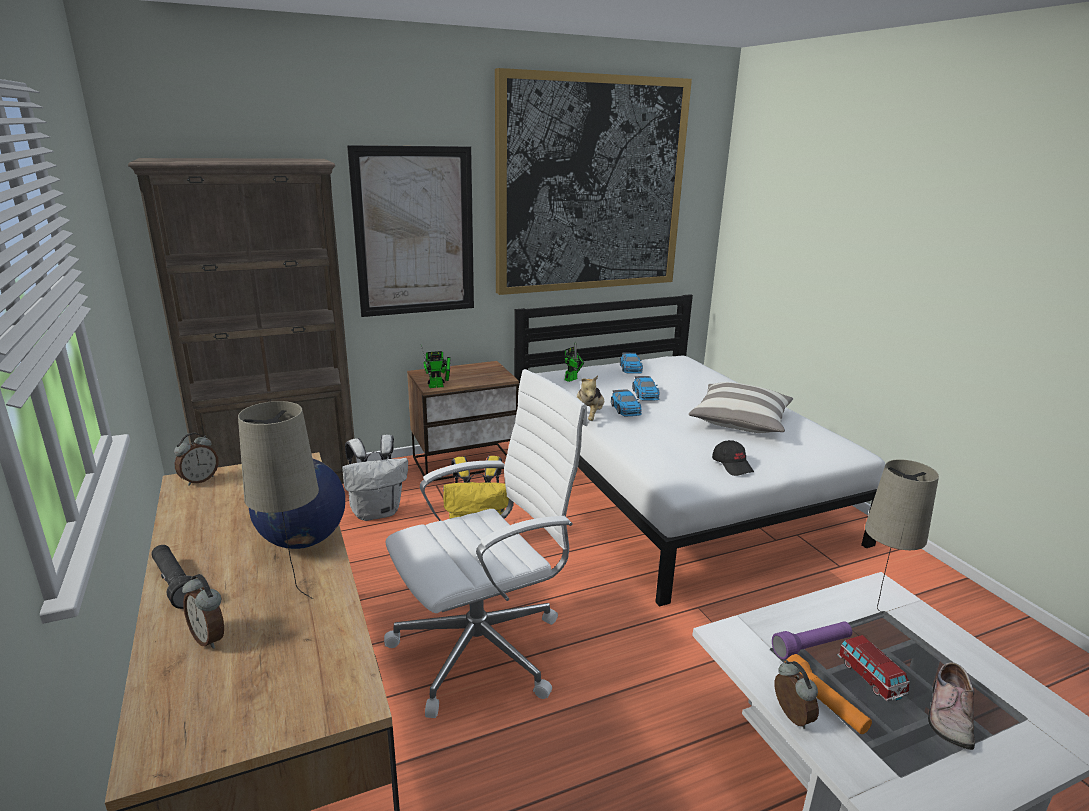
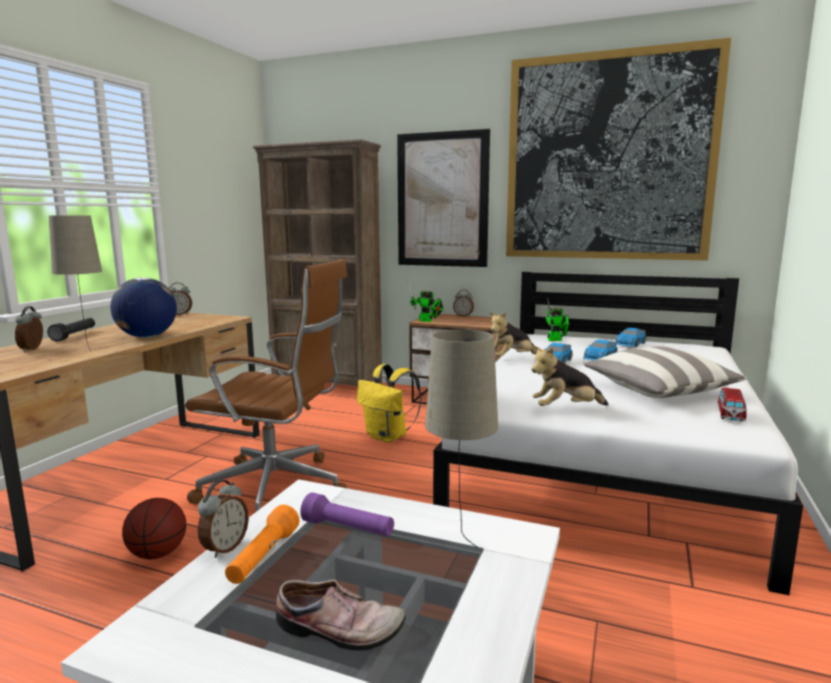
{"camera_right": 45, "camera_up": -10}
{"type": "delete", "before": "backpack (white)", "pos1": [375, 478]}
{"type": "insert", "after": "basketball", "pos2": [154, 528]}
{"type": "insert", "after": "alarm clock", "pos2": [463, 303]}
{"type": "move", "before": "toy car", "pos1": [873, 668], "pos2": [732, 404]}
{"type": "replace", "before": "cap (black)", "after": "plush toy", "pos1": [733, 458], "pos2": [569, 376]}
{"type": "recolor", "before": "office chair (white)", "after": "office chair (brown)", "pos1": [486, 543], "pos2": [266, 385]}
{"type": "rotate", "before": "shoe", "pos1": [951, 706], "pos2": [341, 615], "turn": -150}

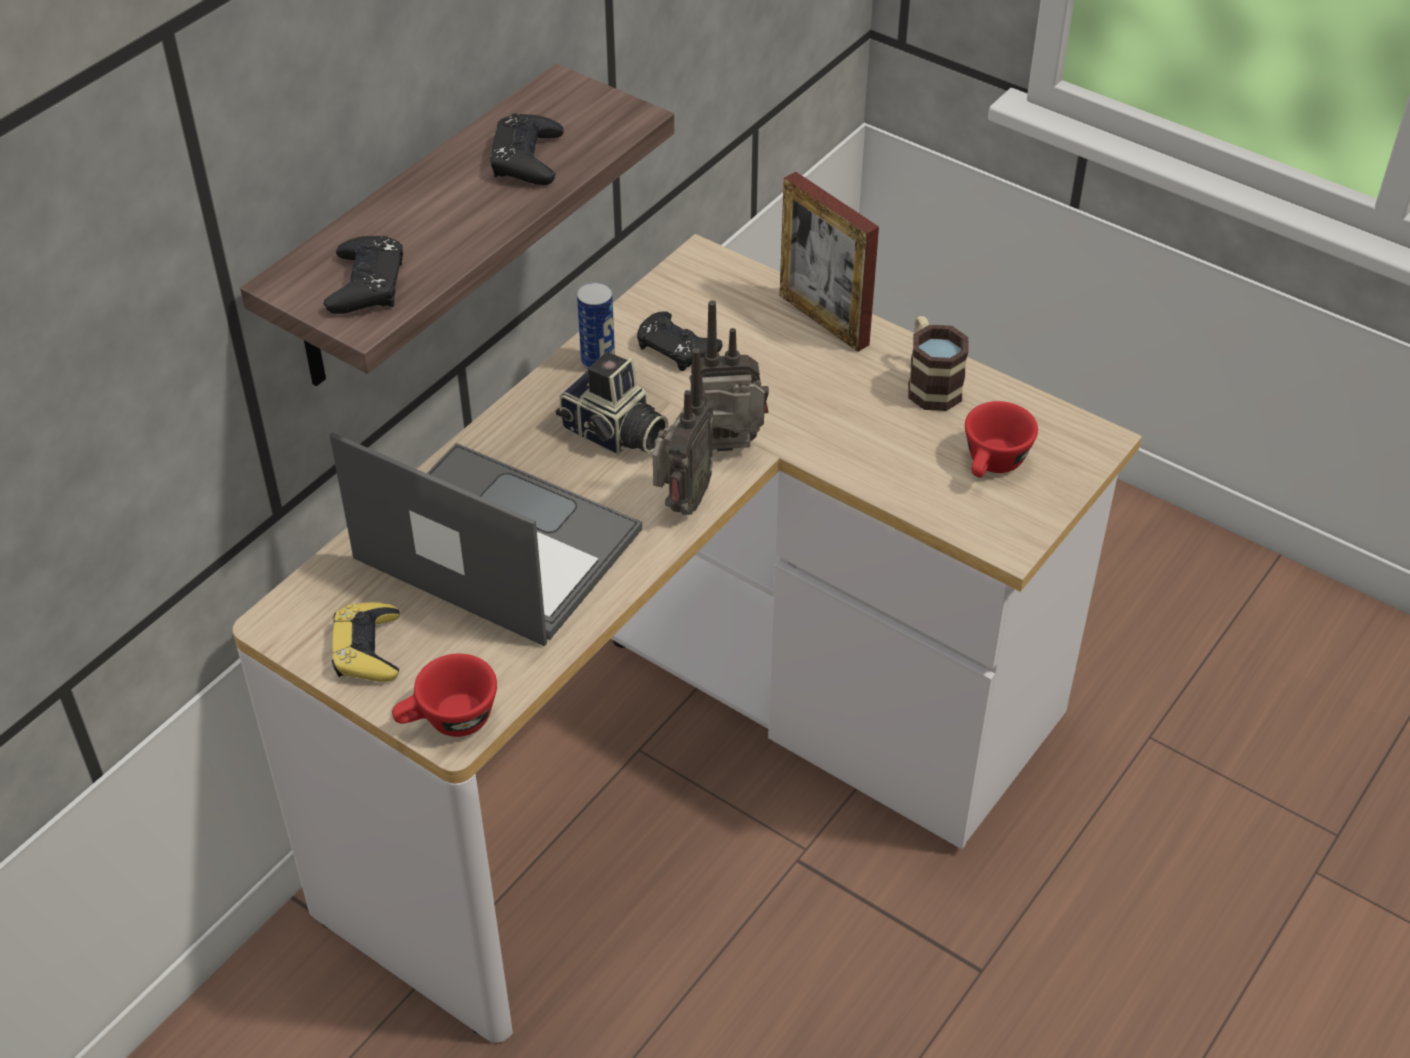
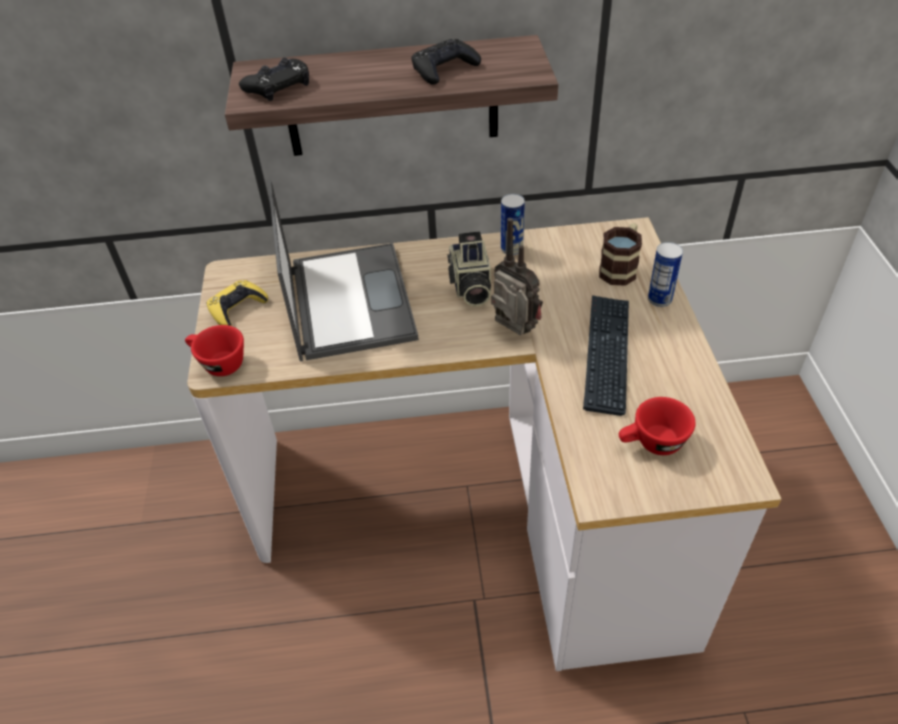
{"camera_right": 50, "camera_up": 0}
{"type": "delete", "before": "game controller (black)", "pos1": [680, 341]}
{"type": "delete", "before": "radio", "pos1": [683, 431]}
{"type": "insert", "after": "keyboard", "pos2": [606, 355]}
{"type": "move", "before": "mug", "pos1": [938, 363], "pos2": [620, 254]}
{"type": "replace", "before": "picture frame", "after": "can", "pos1": [829, 262], "pos2": [665, 274]}

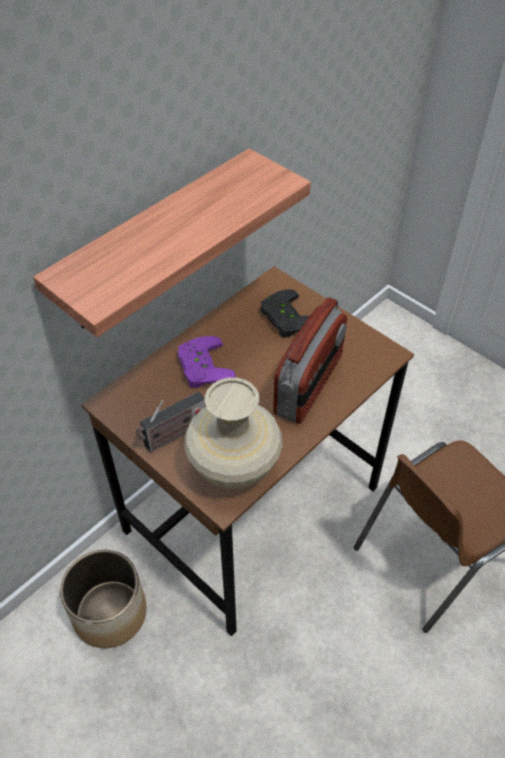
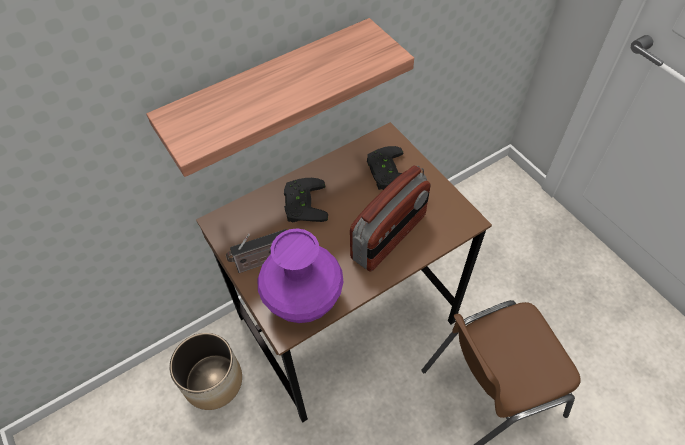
{"camera_right": 15, "camera_up": 5}
{"type": "recolor", "before": "game controller (purple)", "after": "game controller (black)", "pos1": [207, 362], "pos2": [306, 200]}
{"type": "recolor", "before": "vase (beige)", "after": "vase (purple)", "pos1": [233, 433], "pos2": [301, 275]}

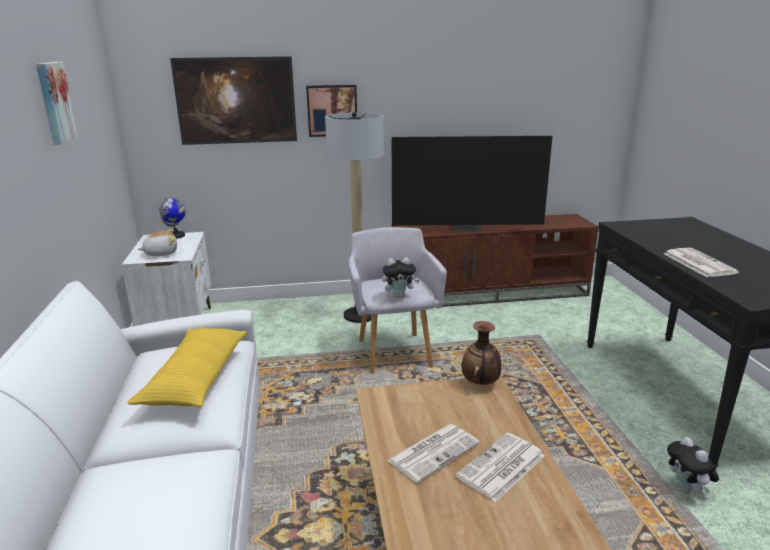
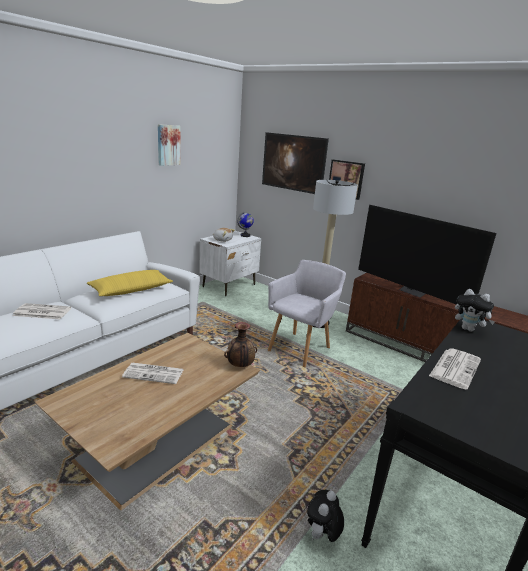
{"camera_right": 45, "camera_up": 0}
{"type": "move", "before": "plush toy", "pos1": [400, 277], "pos2": [475, 310]}
{"type": "move", "before": "newspaper", "pos1": [500, 467], "pos2": [42, 311]}

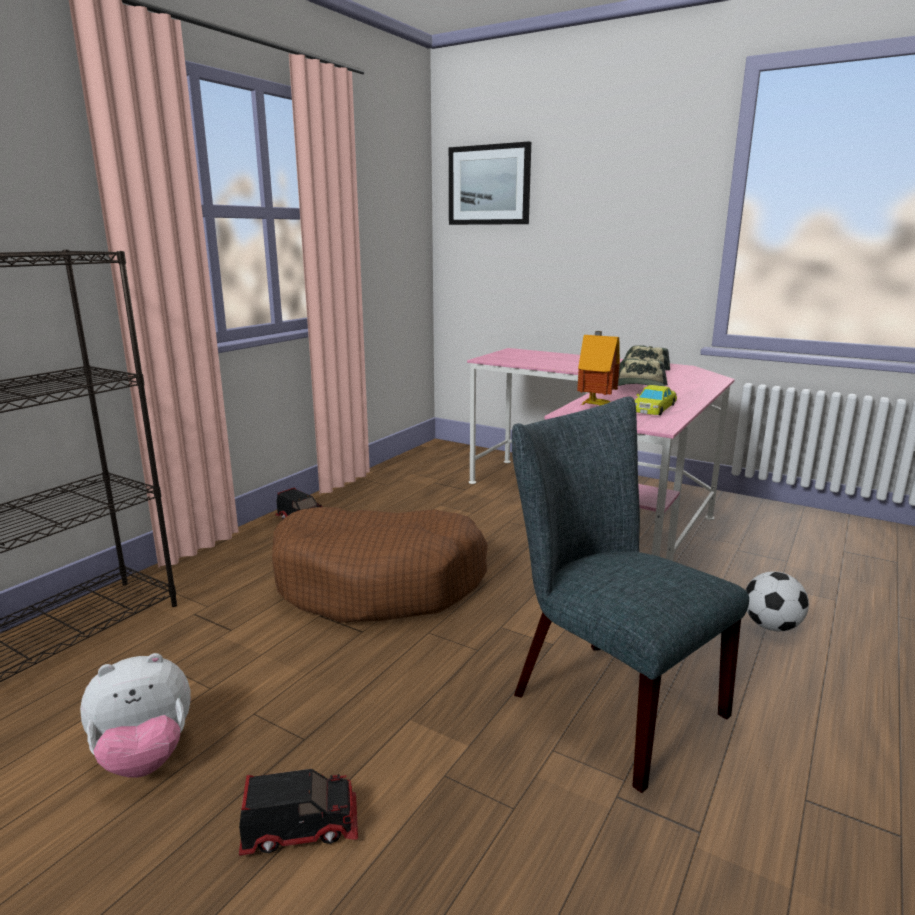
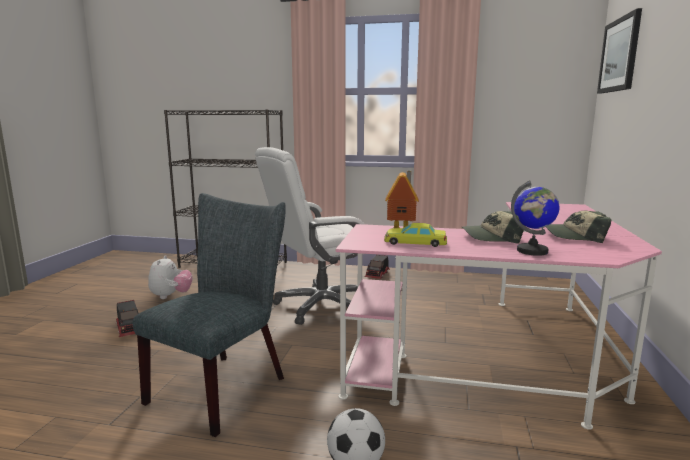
{"camera_right": 70, "camera_up": -5}
{"type": "insert", "after": "globe", "pos2": [535, 218]}
{"type": "replace", "before": "dog bed (brown)", "after": "office chair (white)", "pos1": [380, 565], "pos2": [310, 236]}
{"type": "rotate", "before": "plush toy", "pos1": [135, 715], "pos2": [170, 277], "turn": -135}

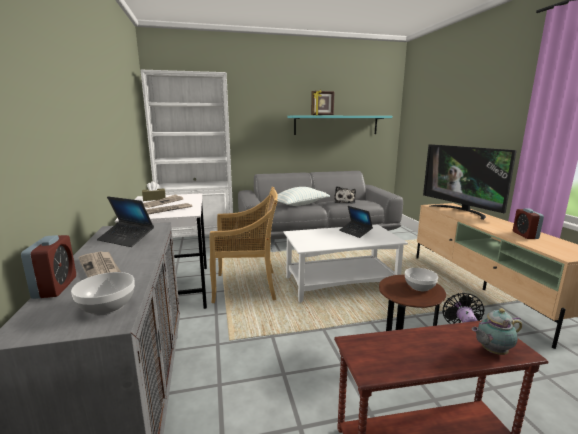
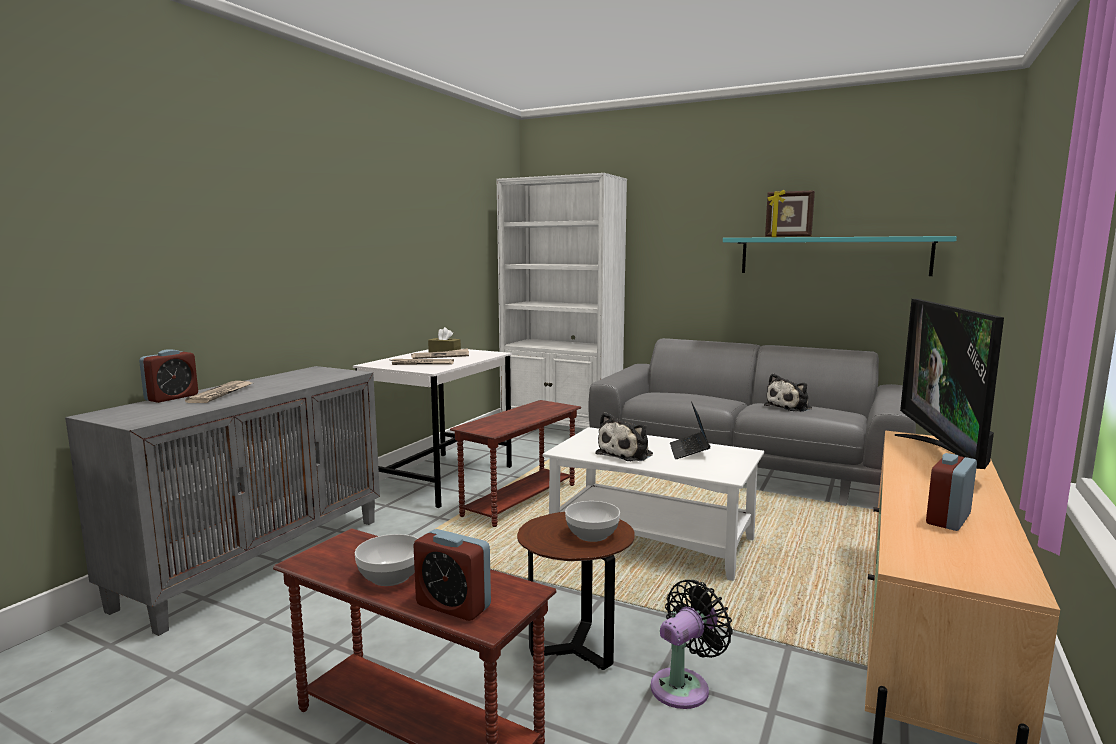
{"camera_right": 40, "camera_up": -5}
{"type": "delete", "before": "laptop", "pos1": [125, 221]}
{"type": "delete", "before": "pillow", "pos1": [303, 196]}
{"type": "insert", "after": "plush toy", "pos2": [624, 436]}
{"type": "move", "before": "bowl", "pos1": [103, 293], "pos2": [386, 560]}
{"type": "replace", "before": "chair (beige)", "after": "side table (brown)", "pos1": [244, 245], "pos2": [515, 463]}
{"type": "replace", "before": "teapot", "after": "alarm clock", "pos1": [497, 331], "pos2": [452, 575]}

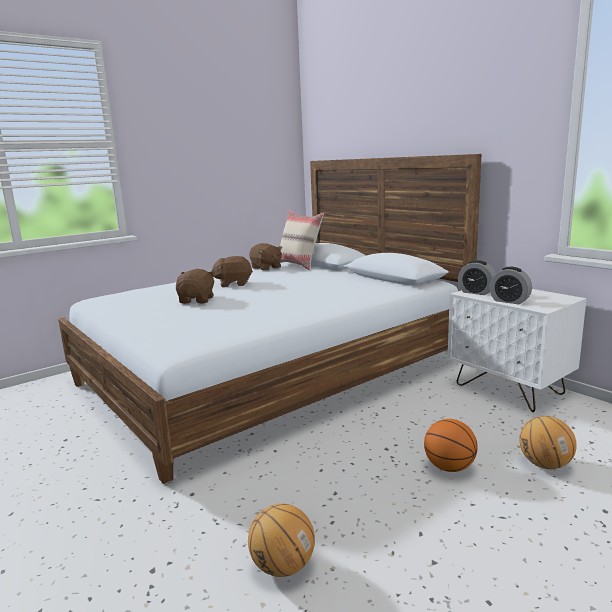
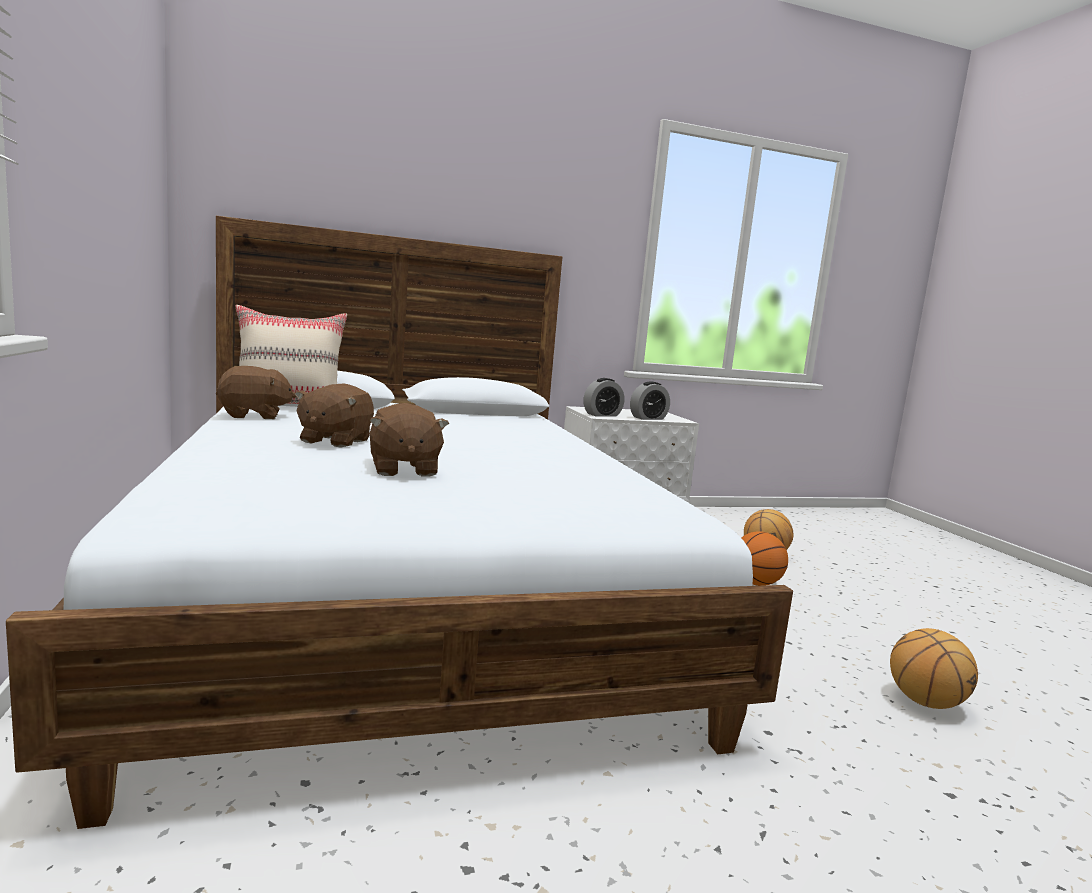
{"camera_right": -70, "camera_up": -5}
{"type": "rotate", "before": "plush toy (brown)", "pos1": [195, 286], "pos2": [409, 440], "turn": -135}

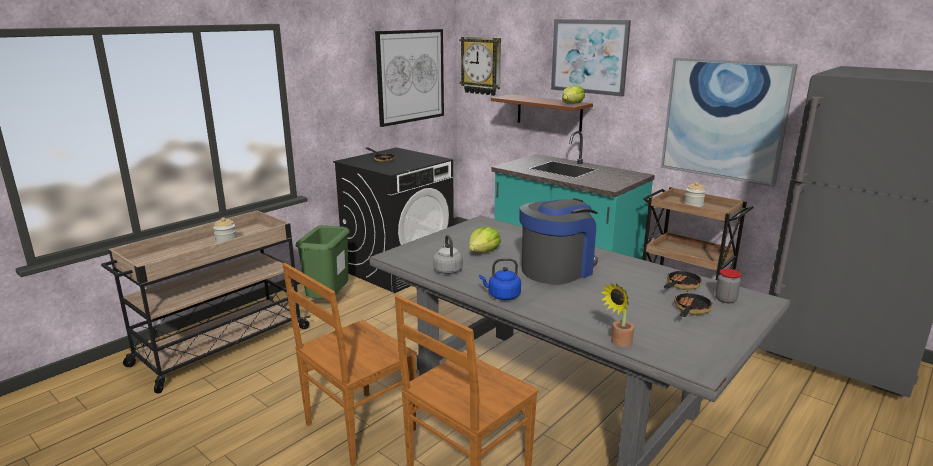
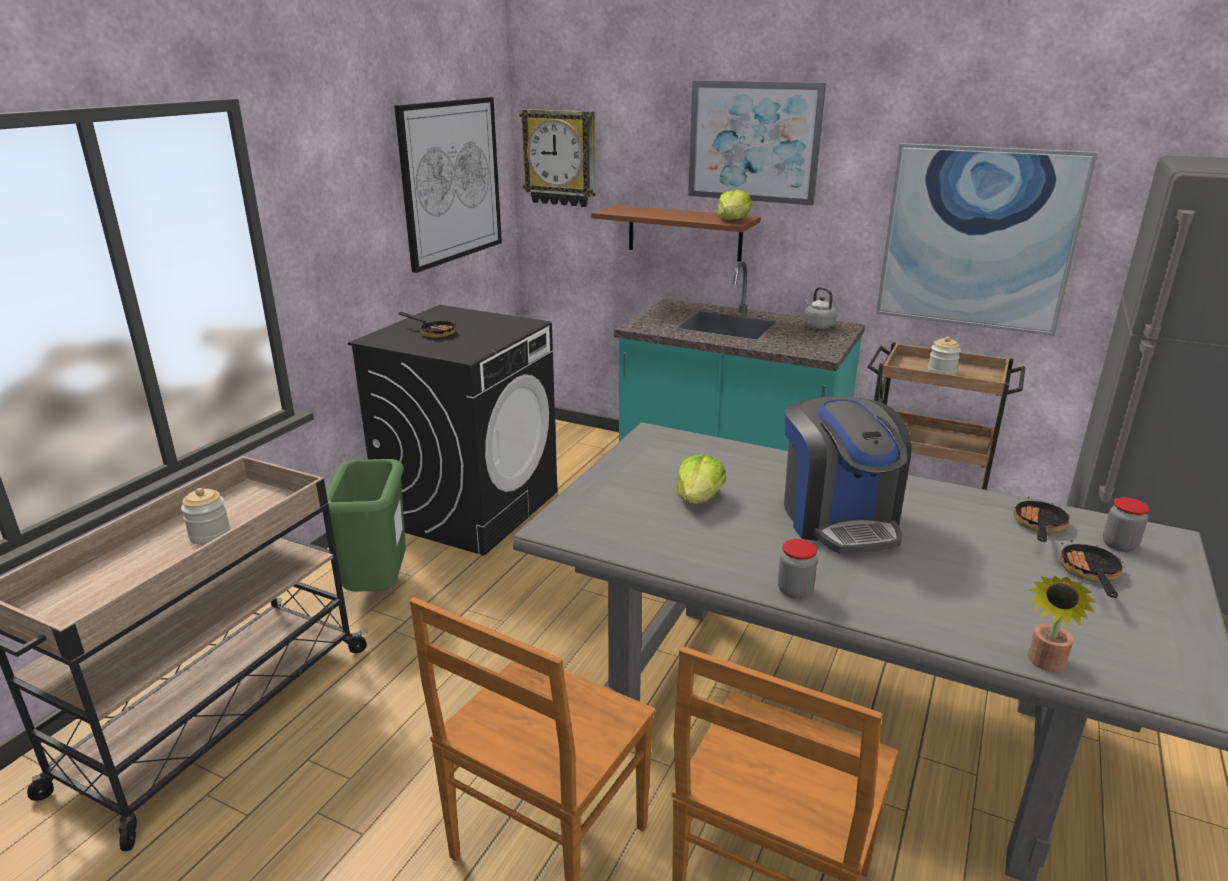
{"camera_right": -15, "camera_up": 5}
{"type": "move", "before": "kettle (grey)", "pos1": [448, 254], "pos2": [820, 308]}
{"type": "replace", "before": "kettle (blue)", "after": "jar", "pos1": [500, 279], "pos2": [797, 569]}
{"type": "rotate", "before": "coffee machine", "pos1": [558, 241], "pos2": [848, 475], "turn": 135}

